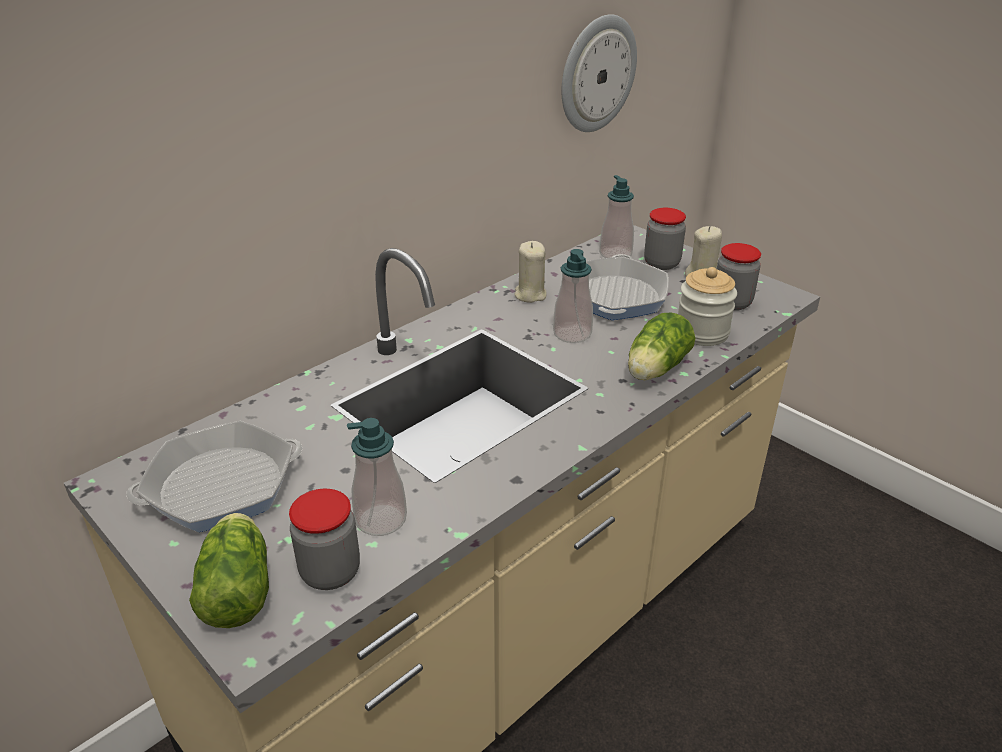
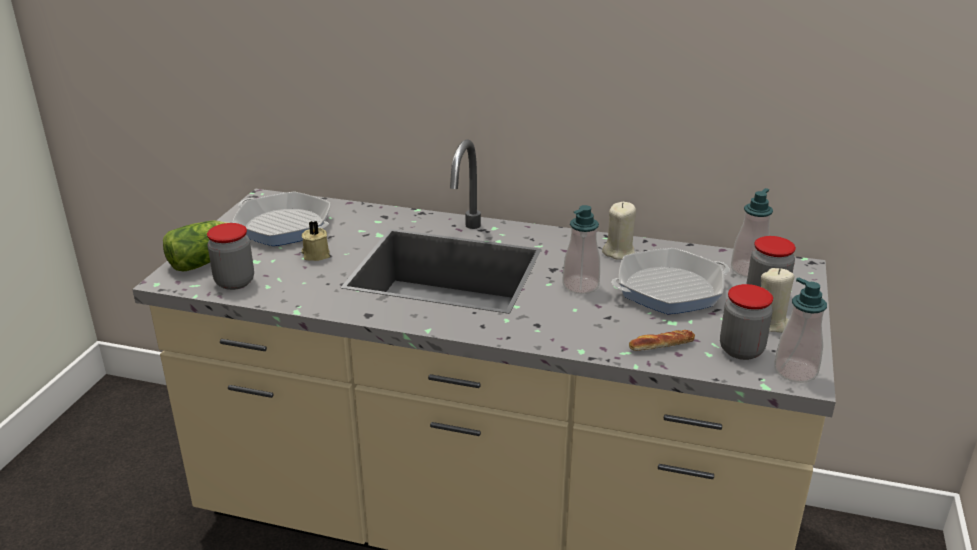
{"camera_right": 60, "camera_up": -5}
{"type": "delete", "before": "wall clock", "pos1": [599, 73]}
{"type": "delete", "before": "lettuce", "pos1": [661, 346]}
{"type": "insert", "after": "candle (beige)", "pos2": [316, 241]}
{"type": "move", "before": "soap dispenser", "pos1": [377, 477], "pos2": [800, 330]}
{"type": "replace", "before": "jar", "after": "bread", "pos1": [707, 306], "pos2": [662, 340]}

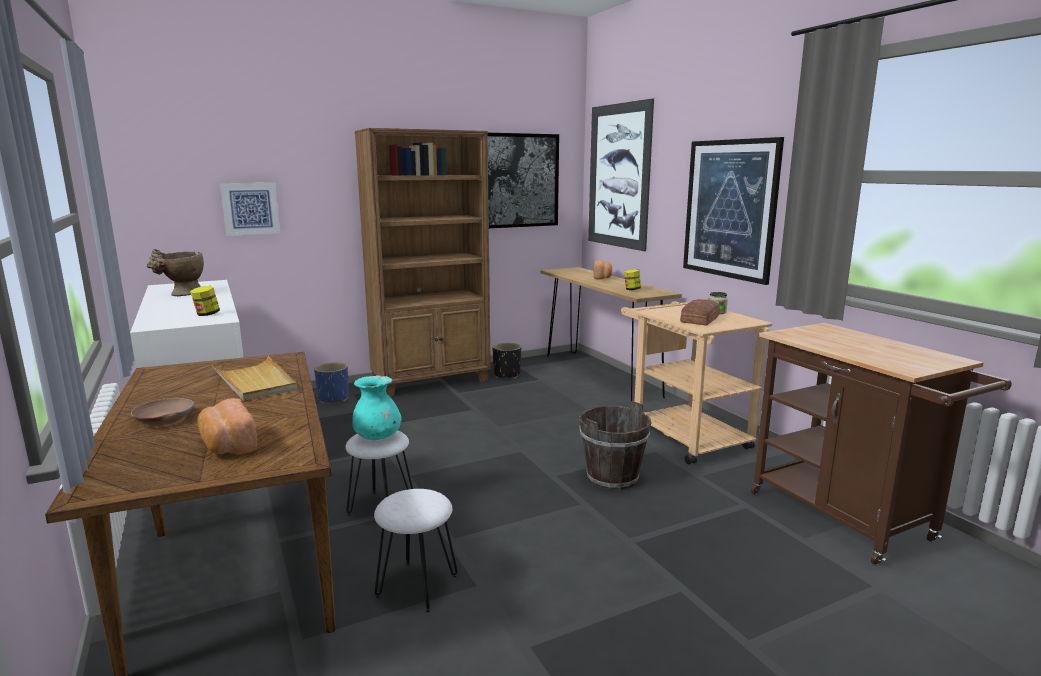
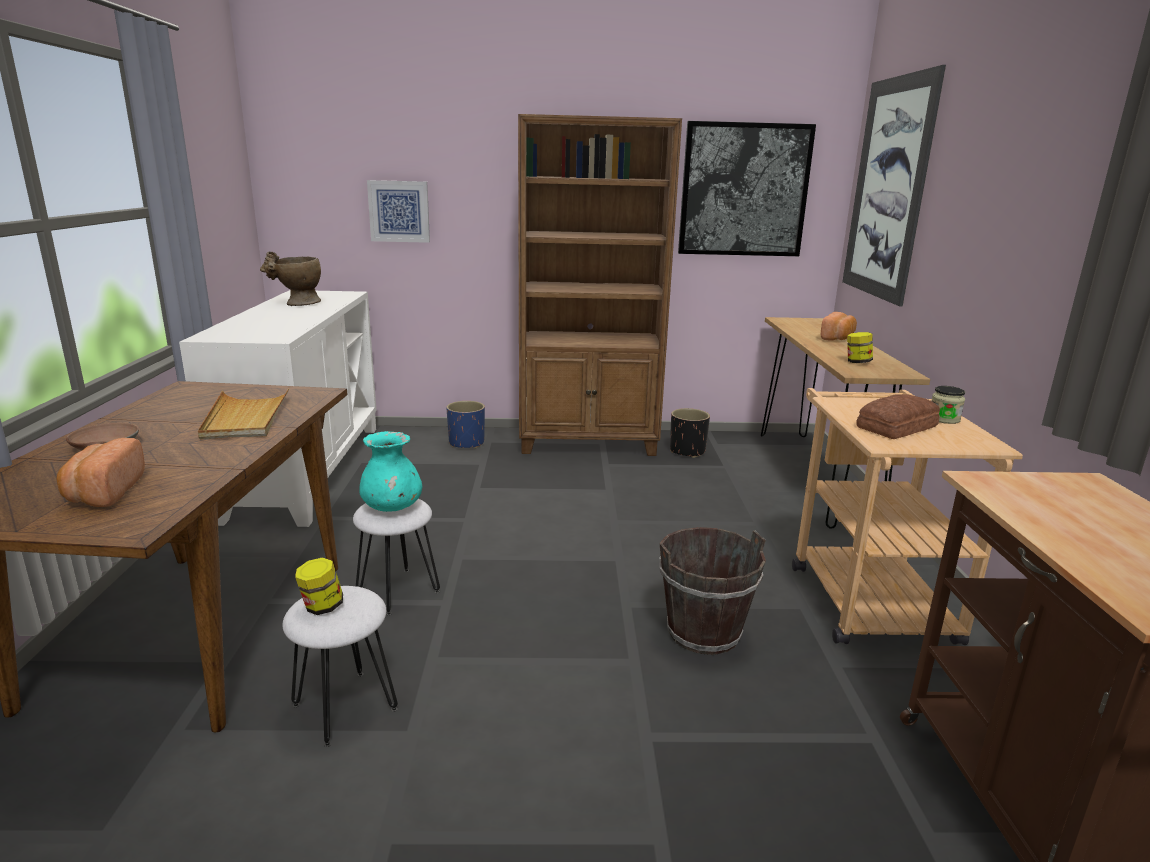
{"camera_right": 25, "camera_up": 5}
{"type": "delete", "before": "picture", "pos1": [733, 211]}
{"type": "move", "before": "jar", "pos1": [205, 301], "pos2": [319, 586]}

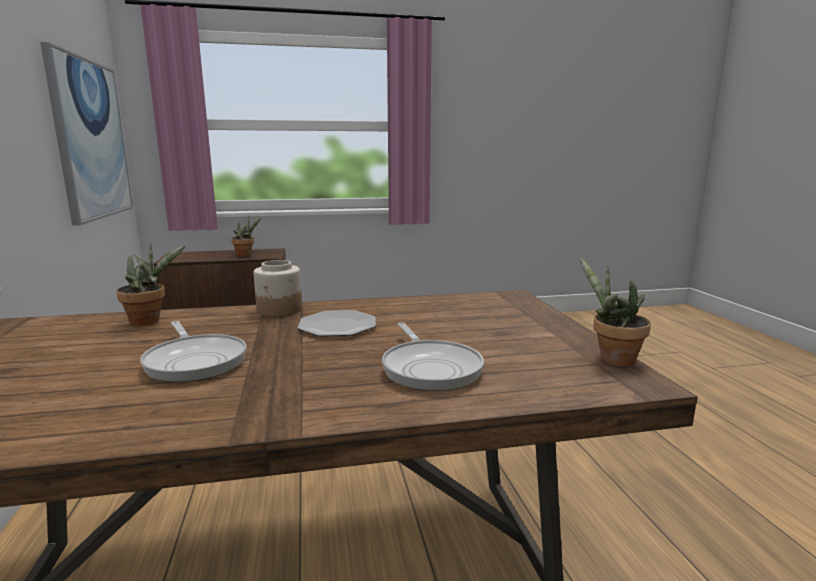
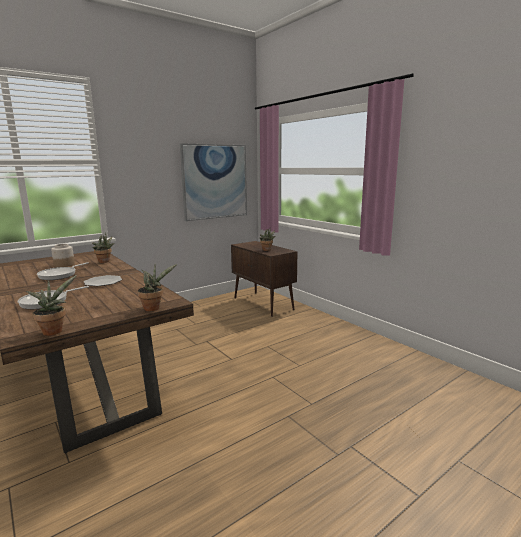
{"camera_right": 65, "camera_up": 0}
{"type": "insert", "after": "potted plant", "pos2": [157, 287]}
{"type": "move", "before": "jar", "pos1": [278, 288], "pos2": [63, 255]}

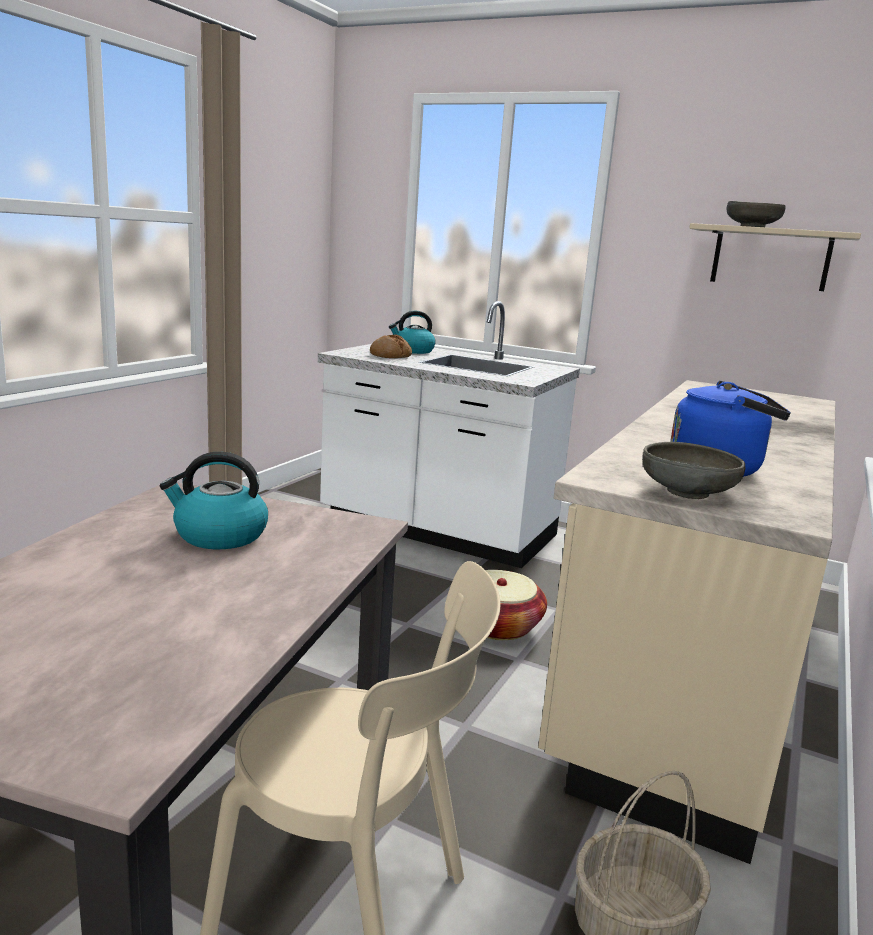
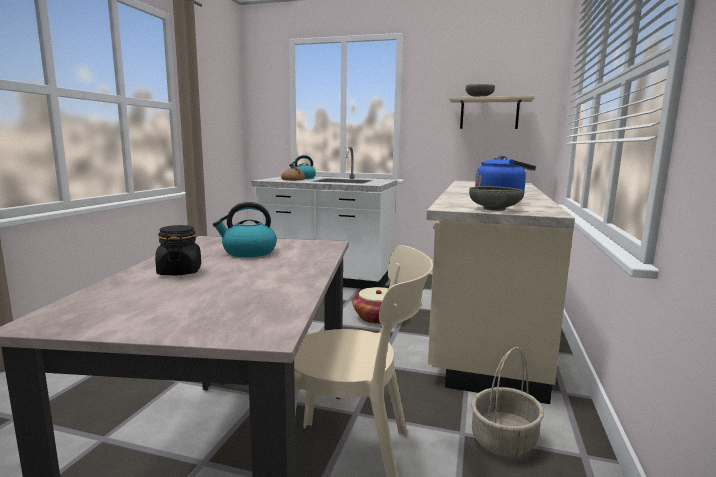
{"camera_right": -10, "camera_up": -5}
{"type": "insert", "after": "jar (black)", "pos2": [178, 250]}

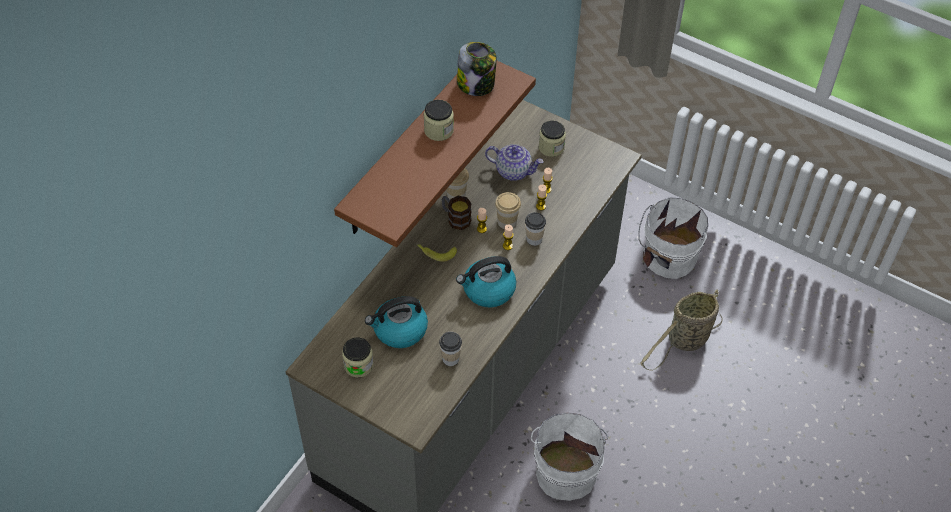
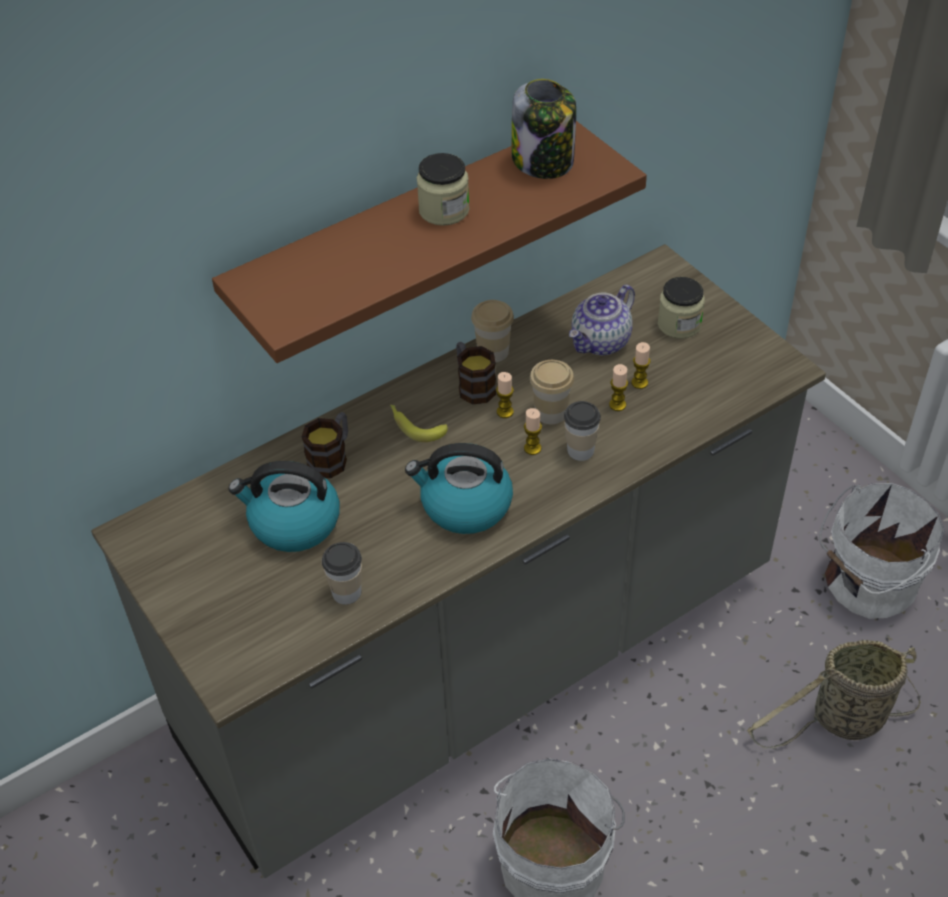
{"camera_right": 25, "camera_up": -5}
{"type": "delete", "before": "jar", "pos1": [358, 357]}
{"type": "insert", "after": "mug", "pos2": [325, 445]}
{"type": "rotate", "before": "teapot", "pos1": [514, 162], "pos2": [602, 320], "turn": 90}

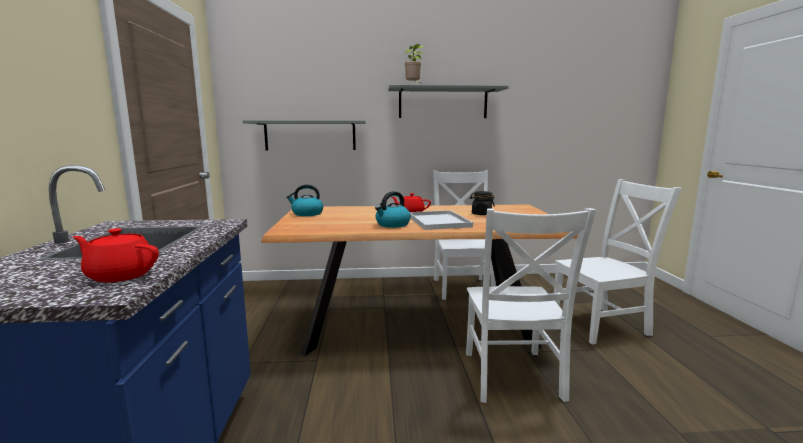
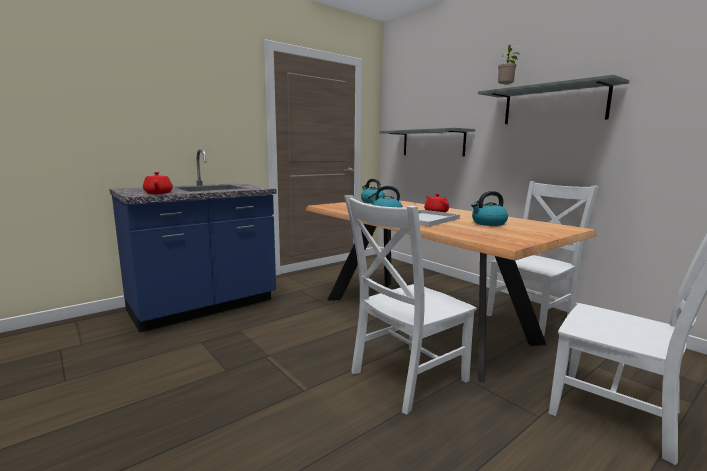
{"camera_right": 55, "camera_up": 0}
{"type": "replace", "before": "jar (black)", "after": "kettle", "pos1": [482, 203], "pos2": [489, 208]}

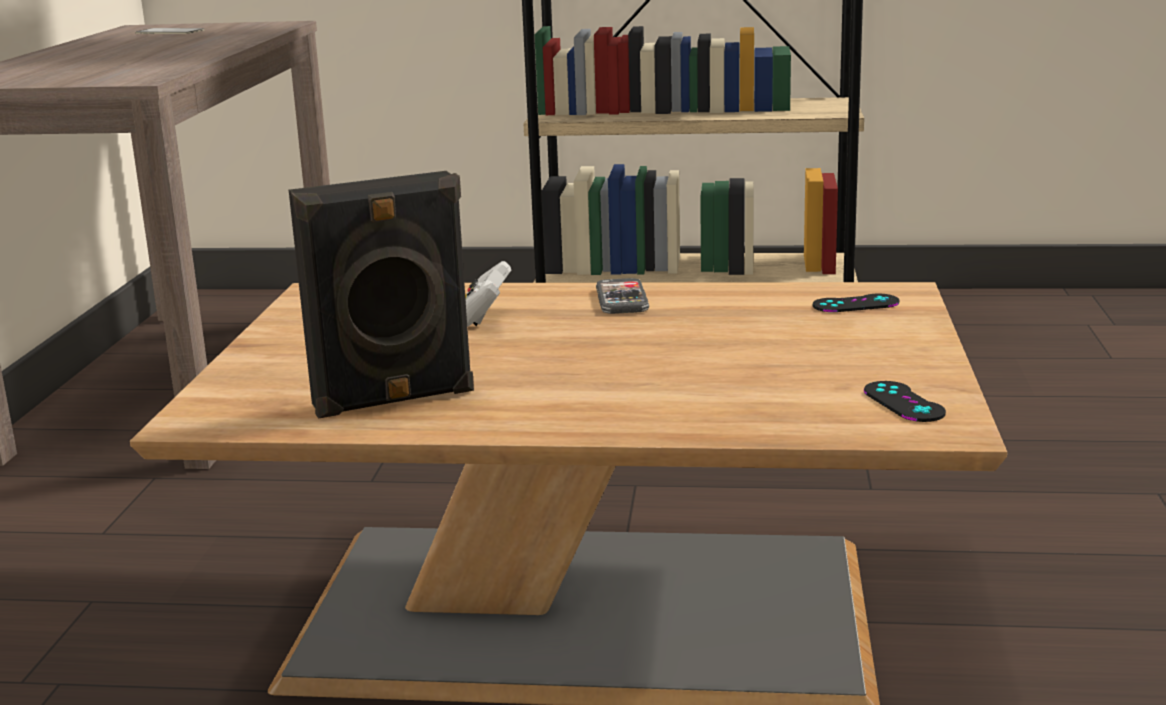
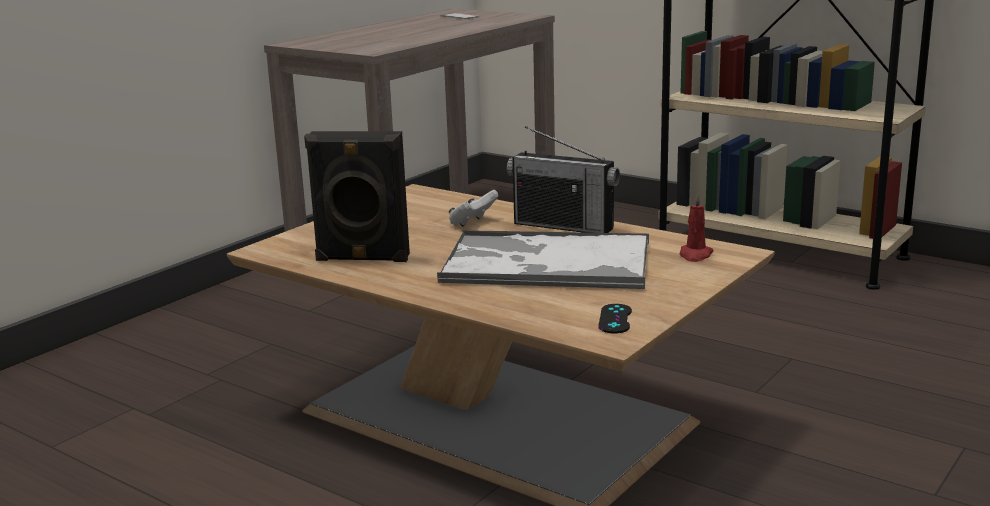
{"camera_right": 30, "camera_up": 0}
{"type": "insert", "after": "tray", "pos2": [543, 259]}
{"type": "replace", "before": "phone", "after": "radio", "pos1": [622, 296], "pos2": [563, 179]}
{"type": "replace", "before": "game controller (black)", "after": "candle (red)", "pos1": [856, 303], "pos2": [697, 227]}

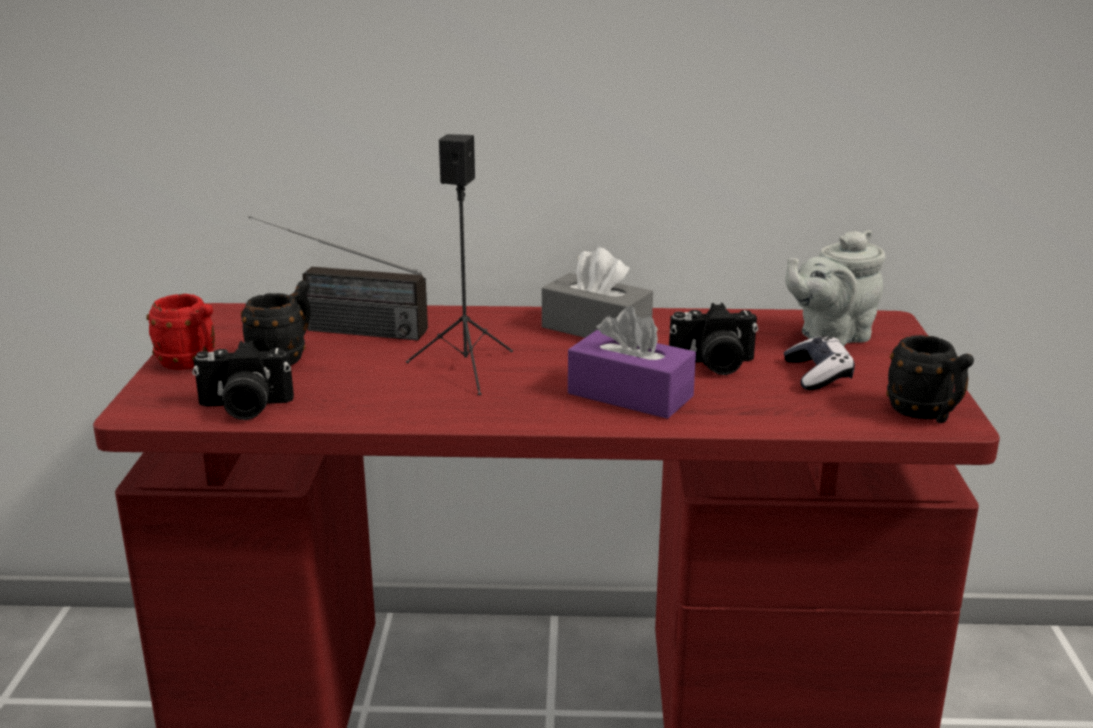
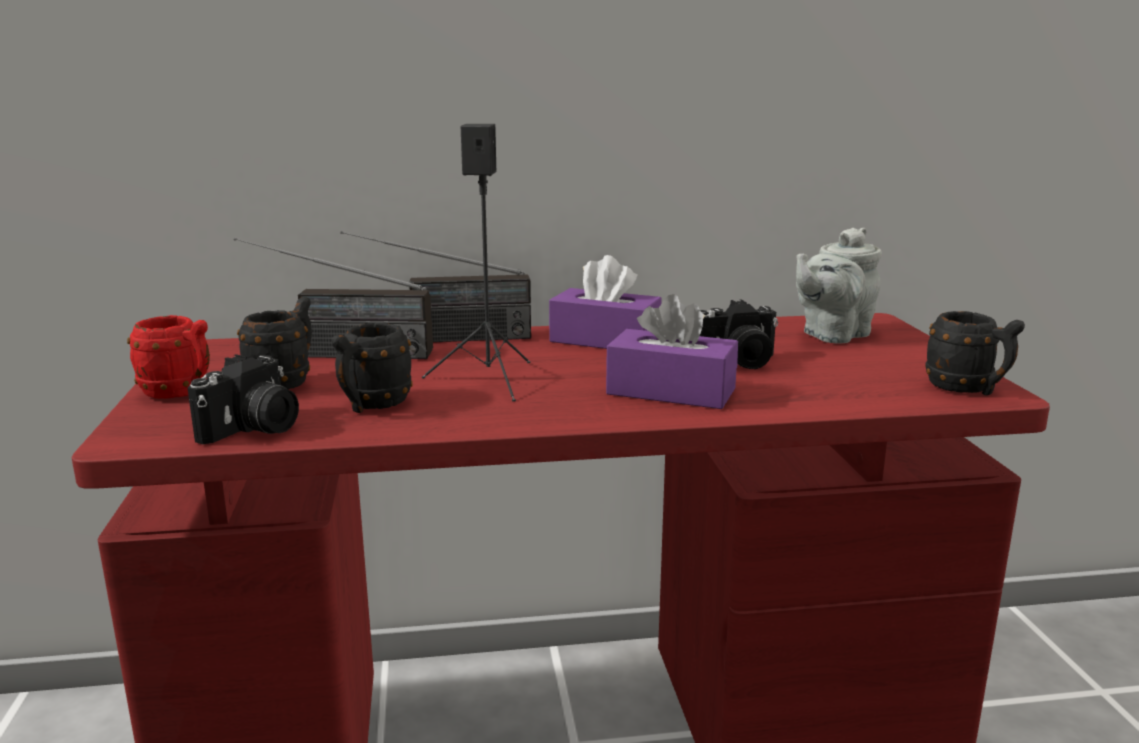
{"camera_right": -10, "camera_up": -5}
{"type": "delete", "before": "game controller", "pos1": [819, 362]}
{"type": "insert", "after": "mug (black)", "pos2": [372, 368]}
{"type": "insert", "after": "radio", "pos2": [435, 286]}
{"type": "recolor", "before": "tissue box (grey)", "after": "tissue box (purple)", "pos1": [597, 292], "pos2": [605, 302]}
{"type": "rotate", "before": "photo camera", "pos1": [243, 380], "pos2": [243, 399], "turn": -45}

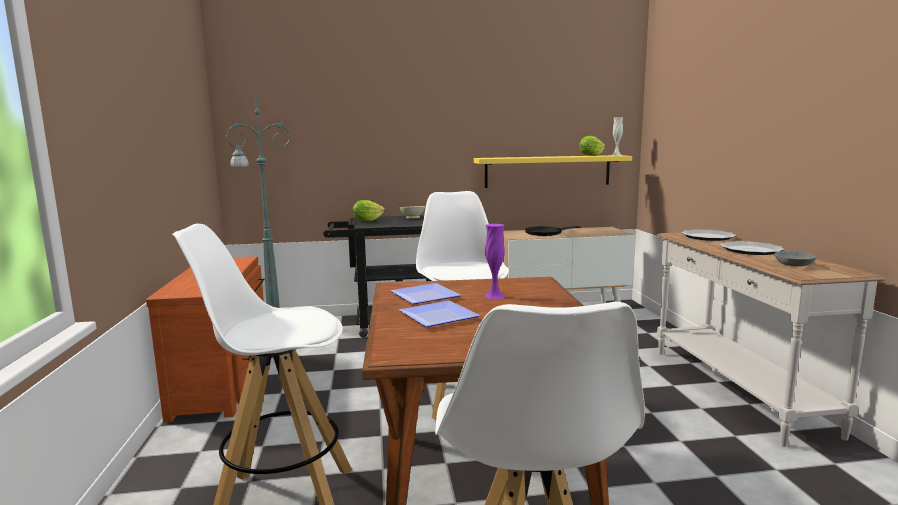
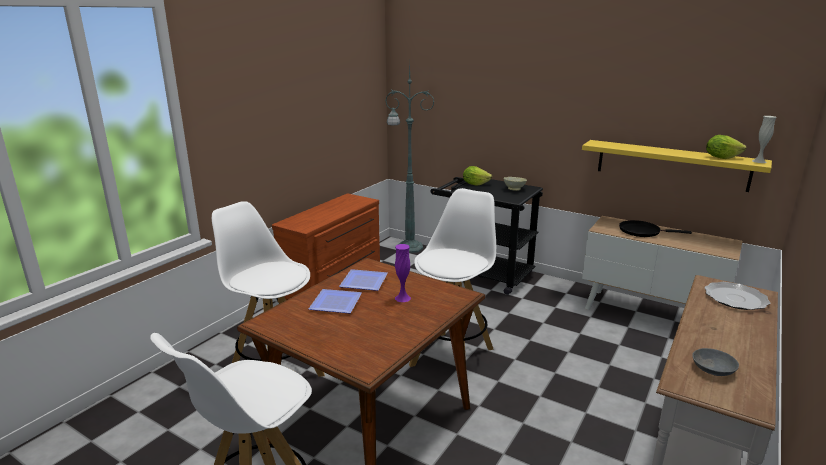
{"camera_right": 40, "camera_up": 10}
{"type": "delete", "before": "plate", "pos1": [752, 248]}

